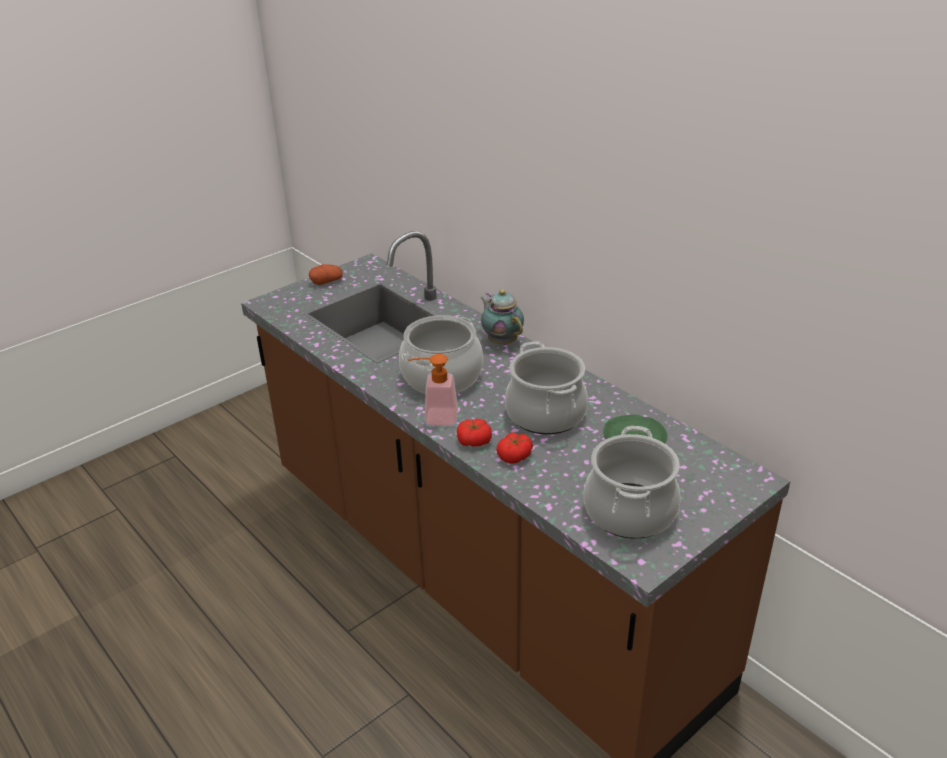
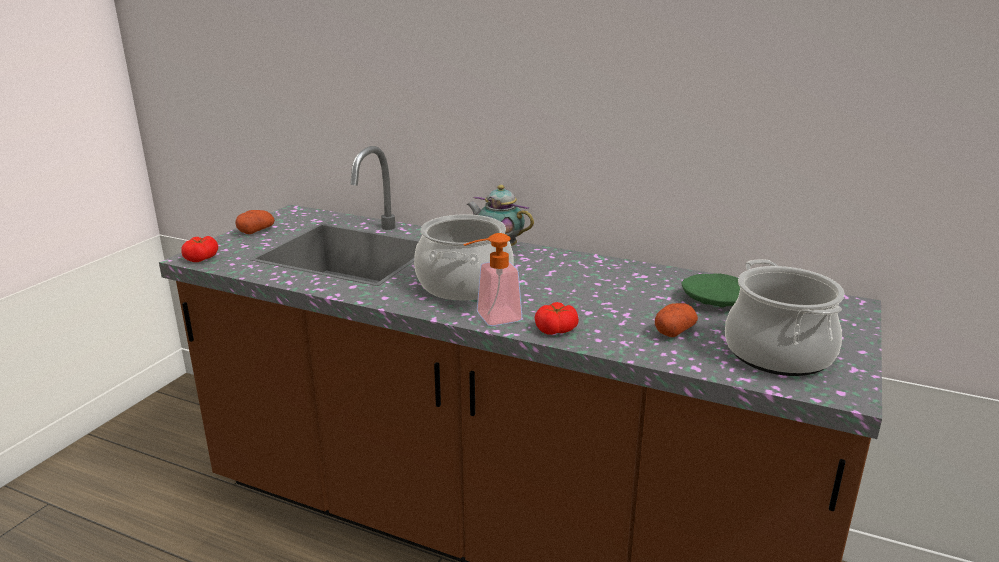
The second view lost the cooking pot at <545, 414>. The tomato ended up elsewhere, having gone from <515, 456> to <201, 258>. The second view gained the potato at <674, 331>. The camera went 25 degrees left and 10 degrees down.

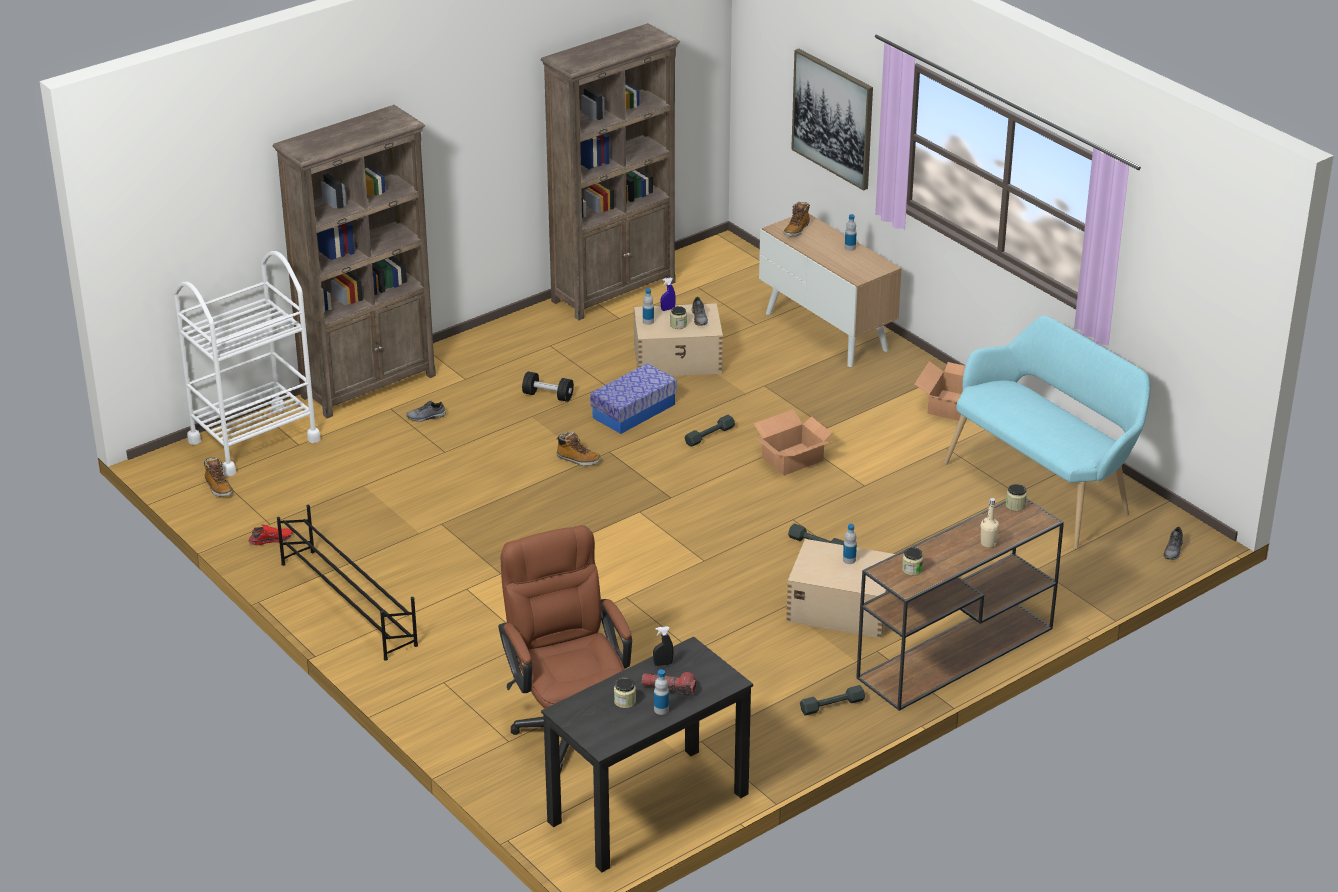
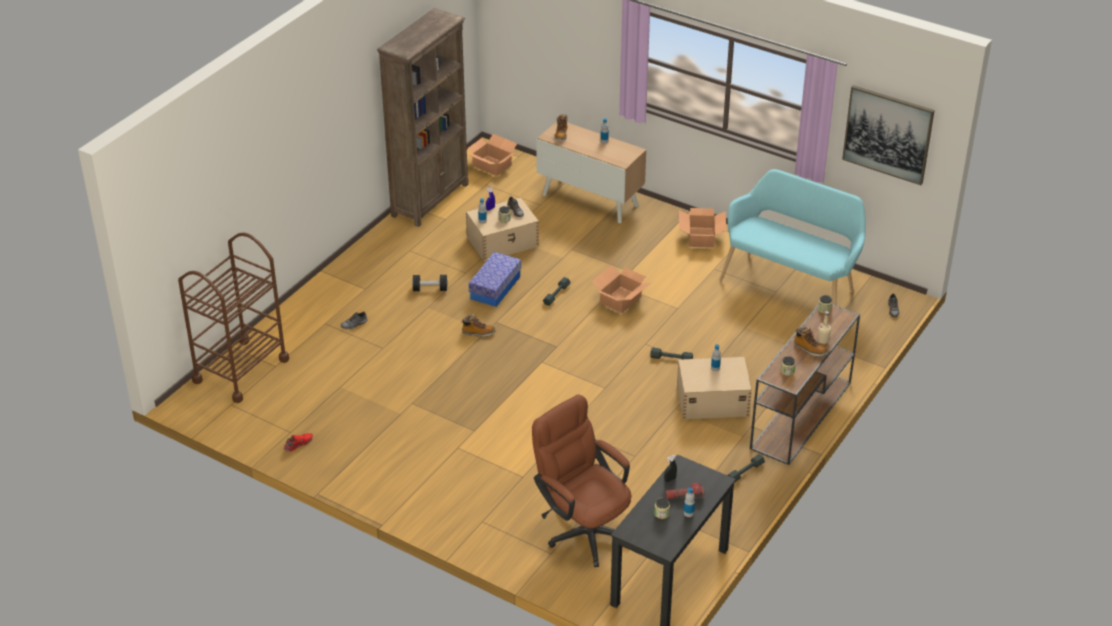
The picture ended up elsewhere, having gone from <833, 118> to <888, 134>. The second view lost the bookcase in brown at <369, 386>. What was the cart in white at <254, 440> turned into the cart in brown at <241, 370>. The boot ended up elsewhere, having gone from <218, 488> to <809, 349>. The second view lost the shoe rack in black at <348, 603>. The second view gained the cardboard box at <492, 165>. The camera went 20 degrees left and 5 degrees up.

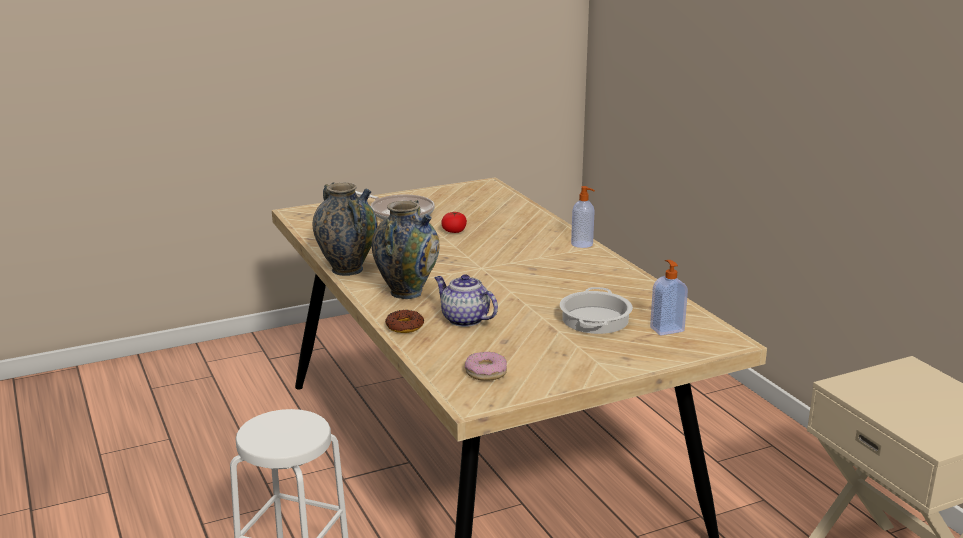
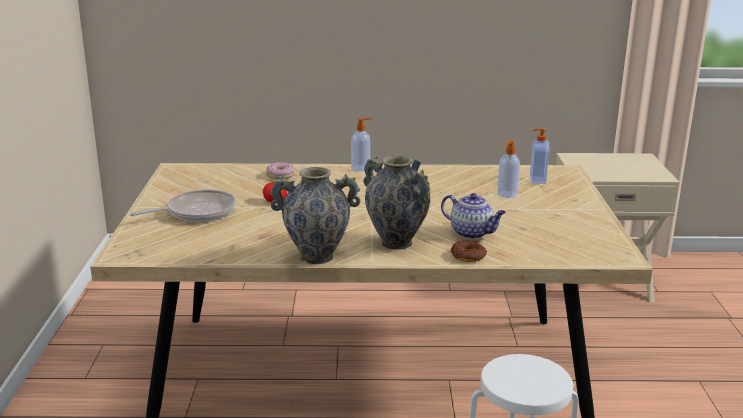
The teapot at <464, 319> ended up facing another way, 120 degrees counterclockwise from before. Where the cooking pot stood at <596, 320>, the soap dispenser came to stand at <506, 194>. The donut ended up elsewhere, having gone from <486, 372> to <280, 175>. The camera went 65 degrees left and 0 degrees up.

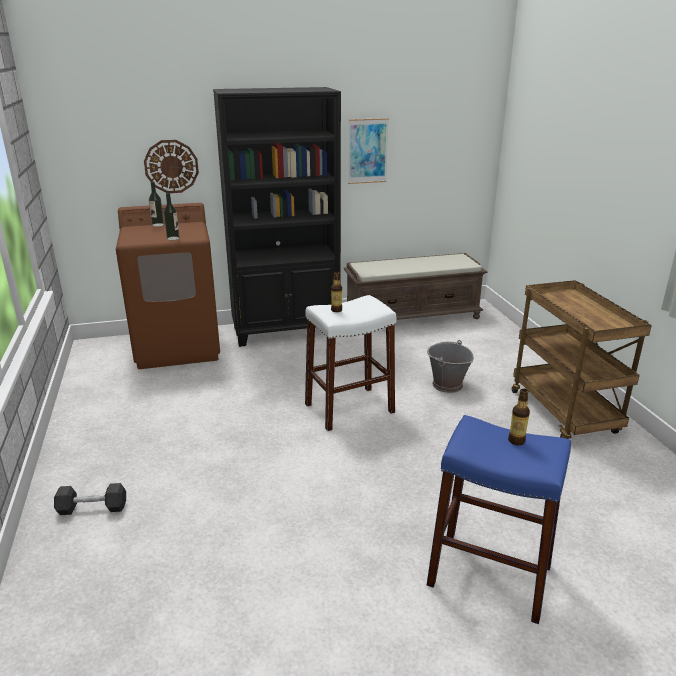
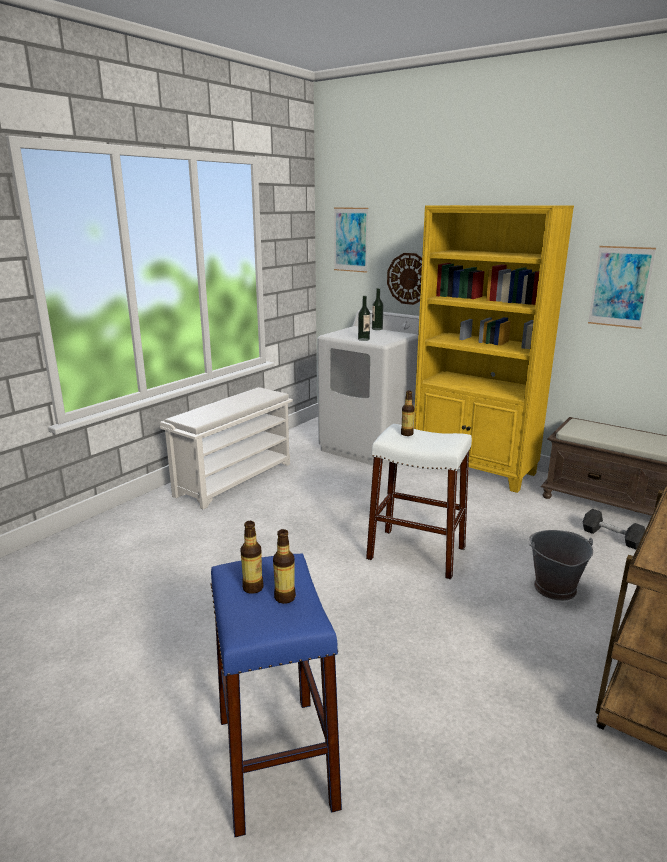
What was the bookcase in black at <286, 331> turned into the bookcase in yellow at <474, 470>. What was the washing machine in brown at <178, 347> turned into the washing machine in white at <371, 447>. The dumbbell in black ended up elsewhere, having gone from <92, 508> to <611, 537>. The second view gained the picture at <351, 239>. The second view gained the shoe rack in white at <234, 479>. The second view gained the bottle at <253, 588>. The camera went 50 degrees right and 5 degrees down.

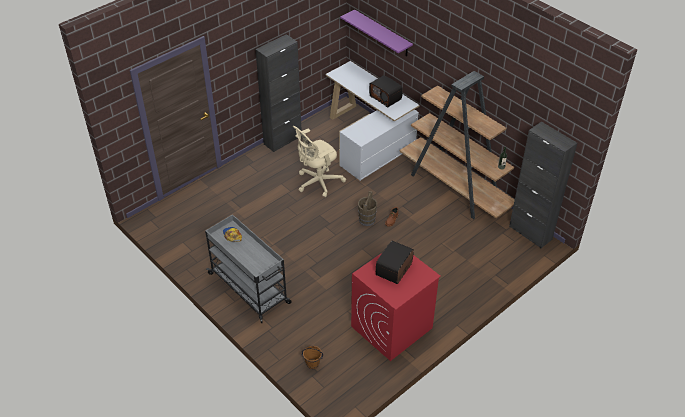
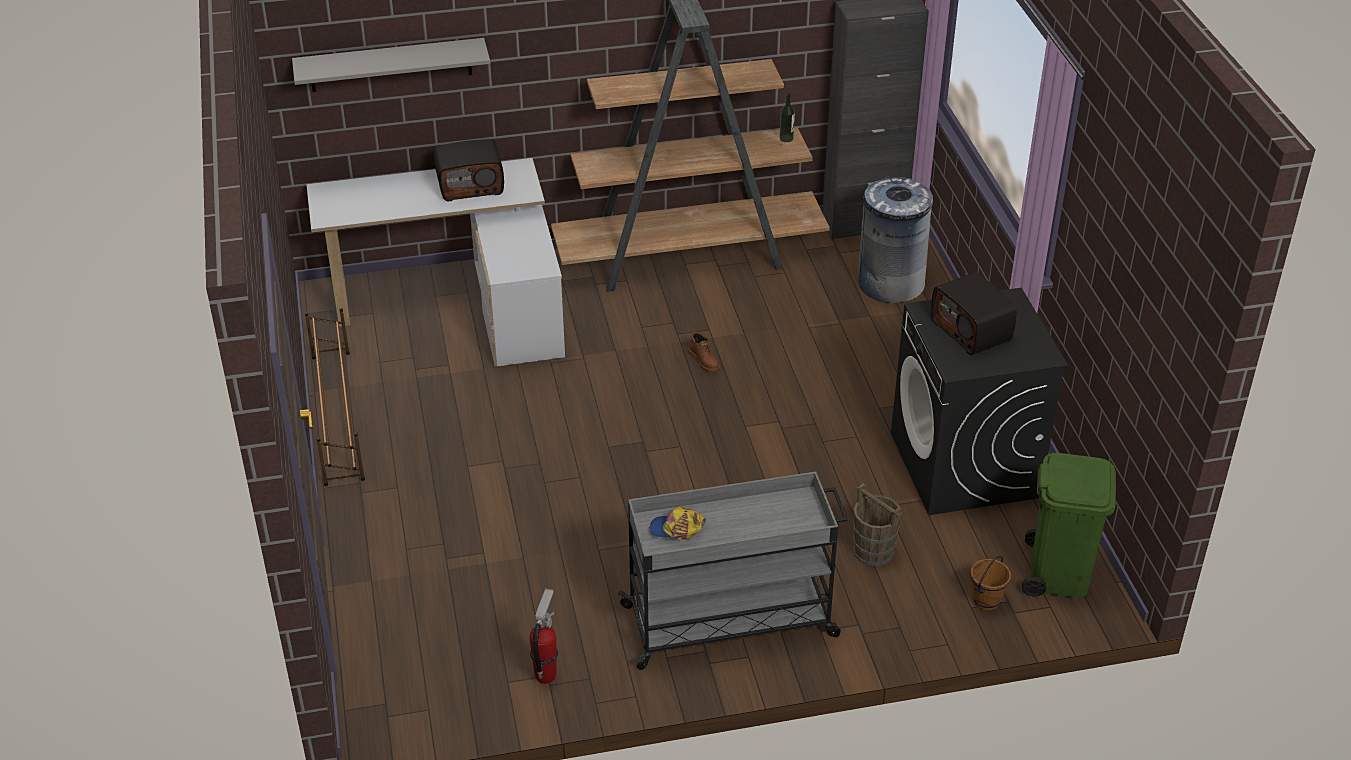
What was the shelf in purple at <382, 33> turned into the shelf in grey at <390, 65>. Where the cabinet in black stood at <282, 140>, the shoe rack in brown came to stand at <338, 415>. The second view lost the office chair in beige at <317, 182>. The bucket in brown ended up elsewhere, having gone from <367, 220> to <873, 551>. What was the washing machine in red at <391, 327> turned into the washing machine in black at <965, 466>. The second view gained the trash can in grey at <890, 284>. The second view gained the trash can in green at <1058, 572>. The second view gained the fire extinguisher at <546, 675>. The camera went 60 degrees left and 5 degrees down.

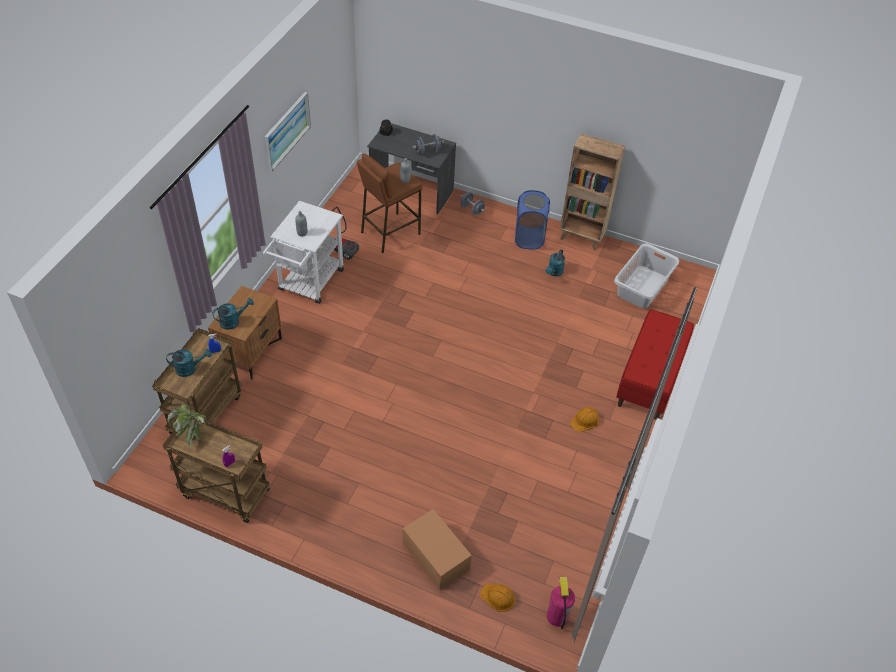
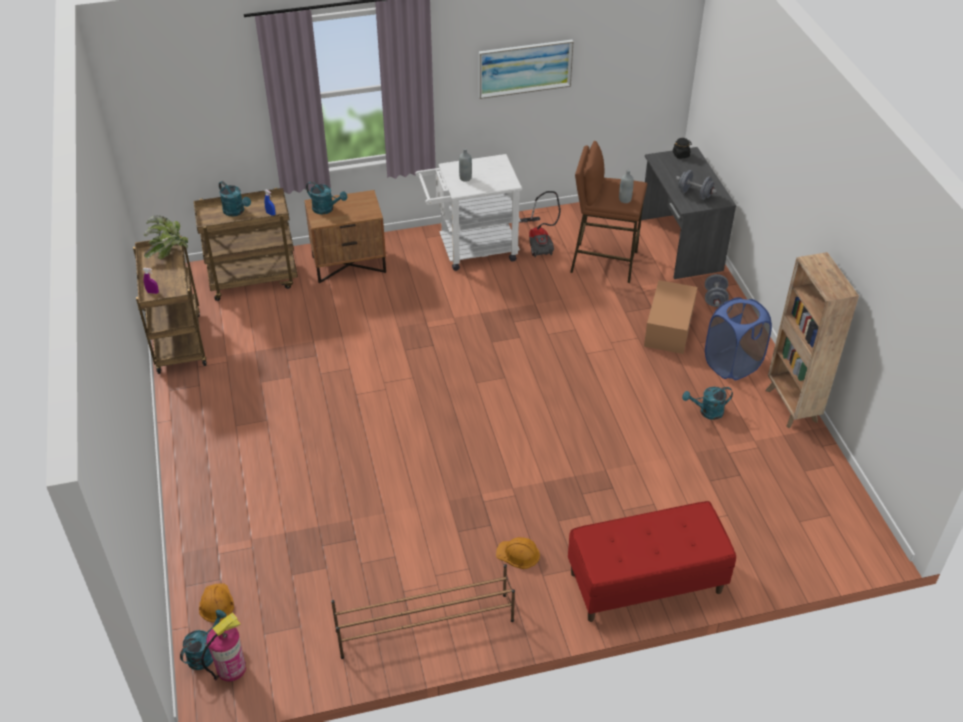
The second view lost the laundry basket in grey at <643, 287>. The cardboard box ended up elsewhere, having gone from <436, 556> to <668, 328>. The second view gained the shoe rack in brown at <424, 625>. The second view gained the watering can in turquoise at <205, 653>. The camera went 55 degrees right and 5 degrees down.

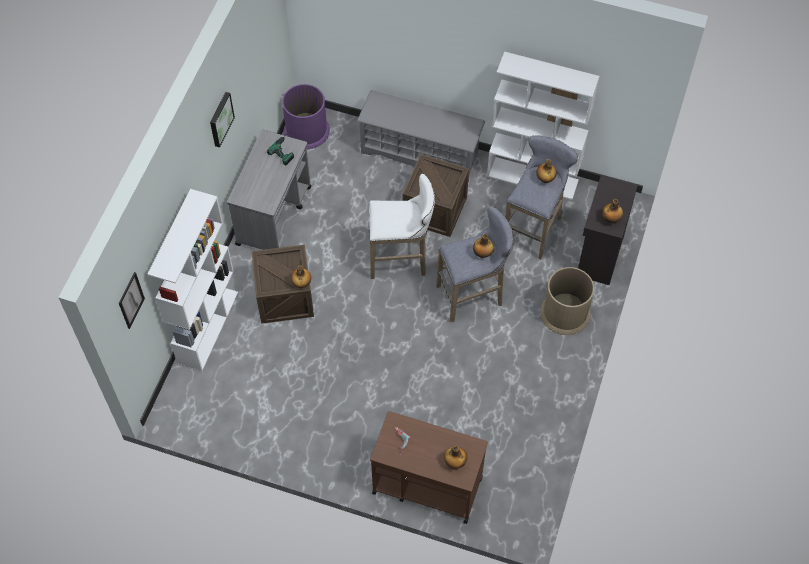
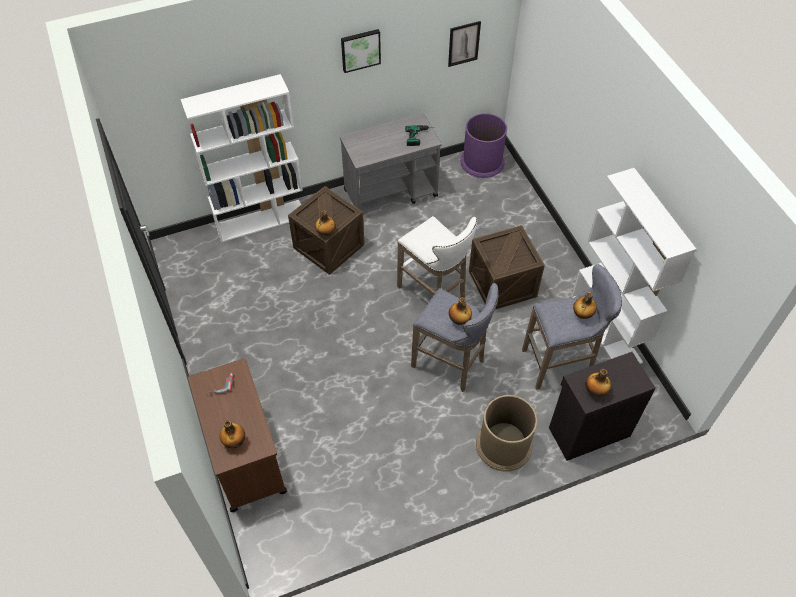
The second view lost the shoe rack in grey at <420, 152>. The picture ended up elsewhere, having gone from <131, 300> to <464, 43>. The camera went 50 degrees right and 5 degrees down.

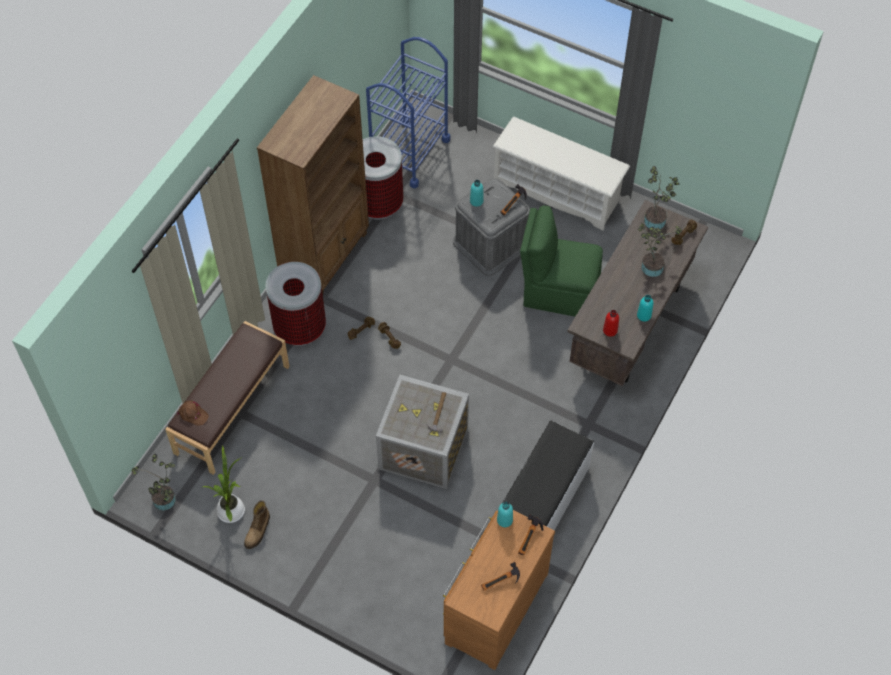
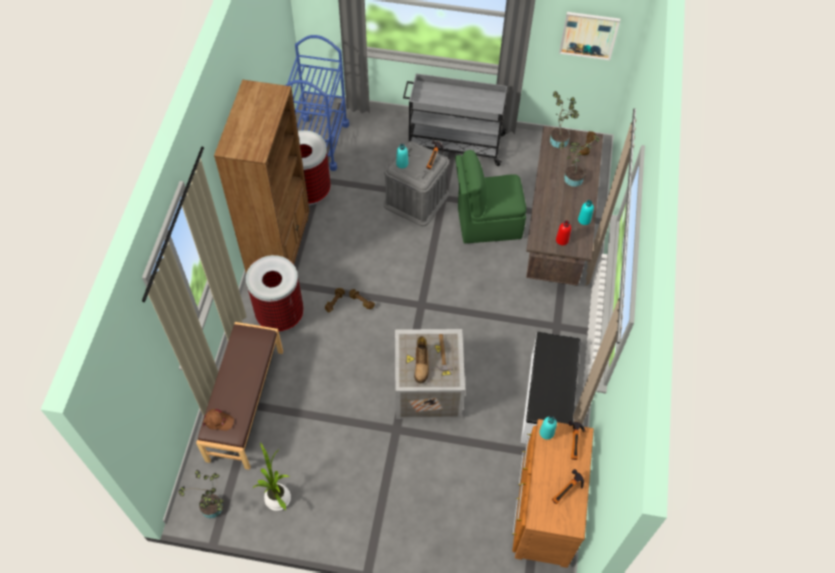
Where the shoe rack in white stood at <557, 192>, the cart in grey came to stand at <453, 143>. The boot ended up elsewhere, having gone from <258, 531> to <421, 365>. The second view gained the picture at <589, 35>. The camera went 20 degrees left and 0 degrees up.

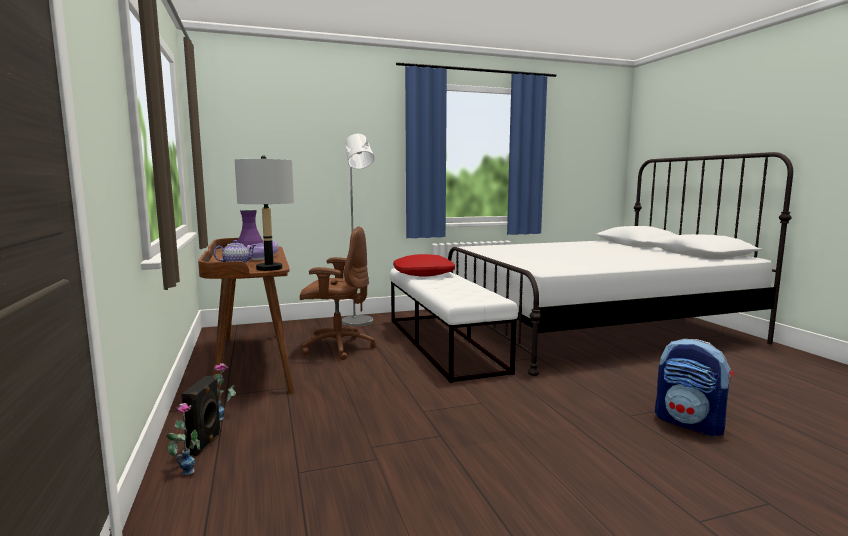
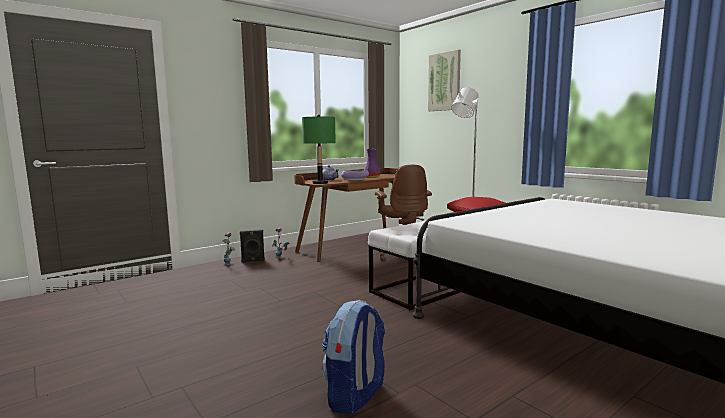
What was the table lamp in grey at <269, 268> turned into the table lamp in green at <320, 183>. The second view gained the picture at <444, 82>. The camera went 70 degrees right and 0 degrees up.

